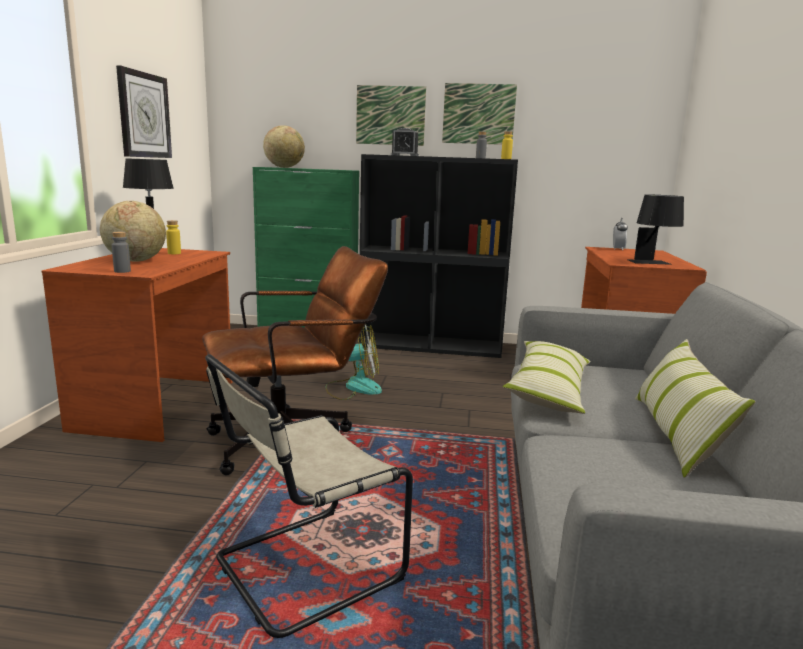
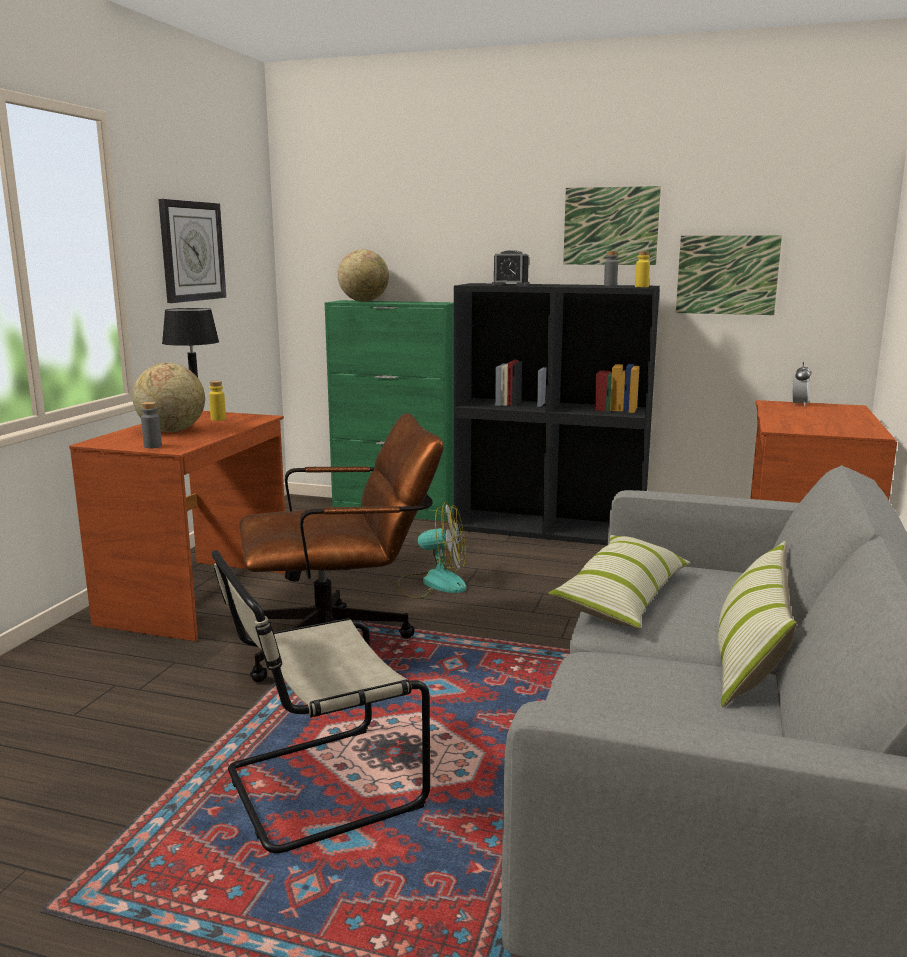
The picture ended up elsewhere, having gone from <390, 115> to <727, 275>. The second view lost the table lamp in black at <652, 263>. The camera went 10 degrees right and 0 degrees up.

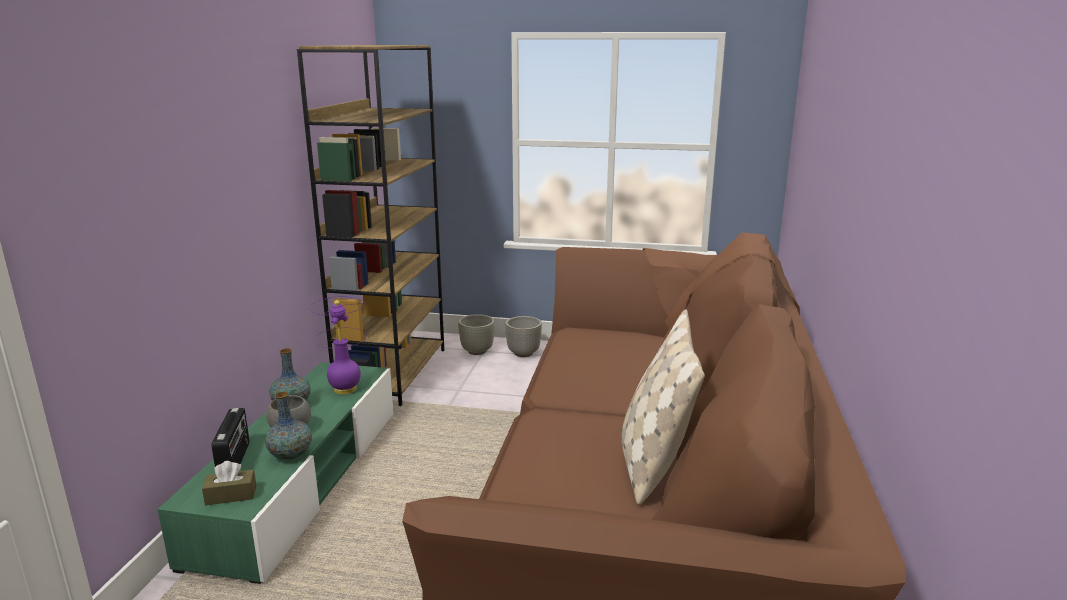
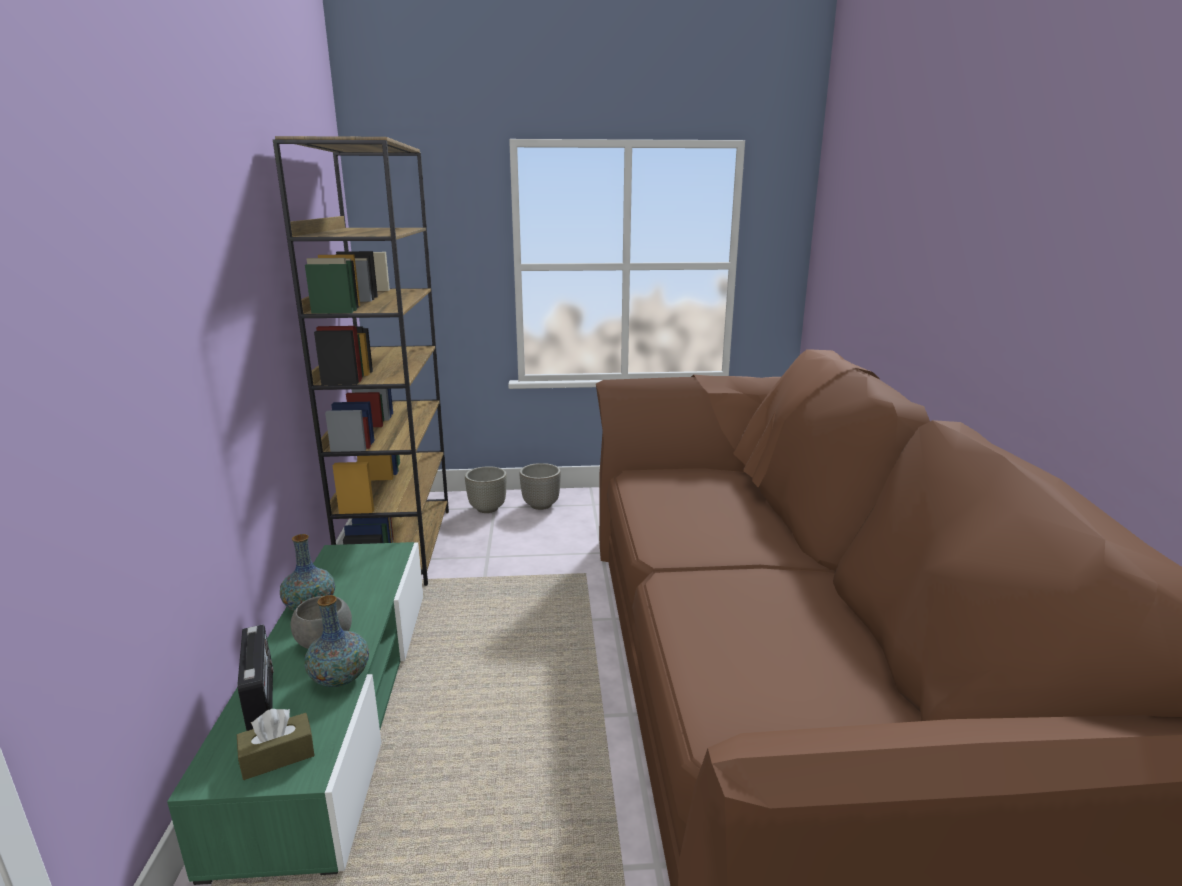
The second view lost the table lamp in purple at <345, 389>. The second view lost the pillow in beige at <654, 461>. The camera went 15 degrees left and 0 degrees up.

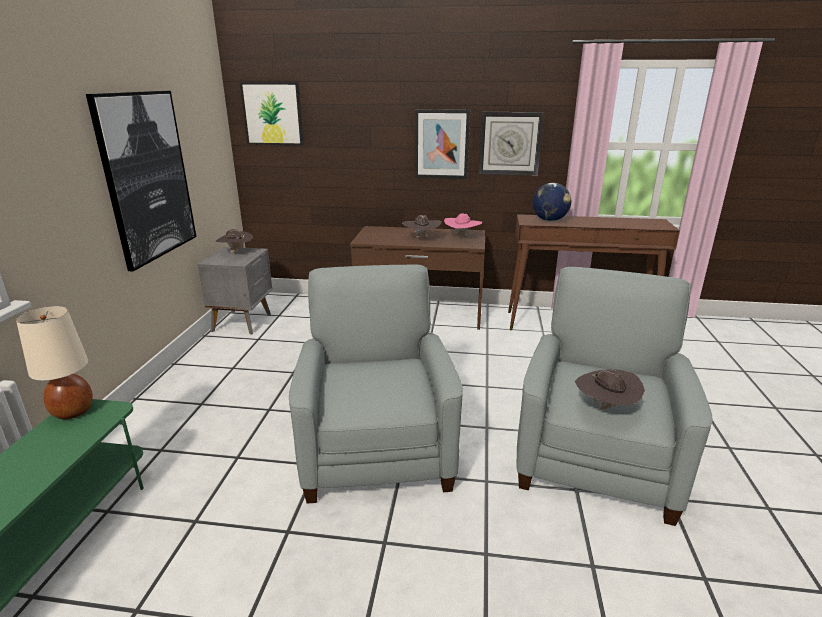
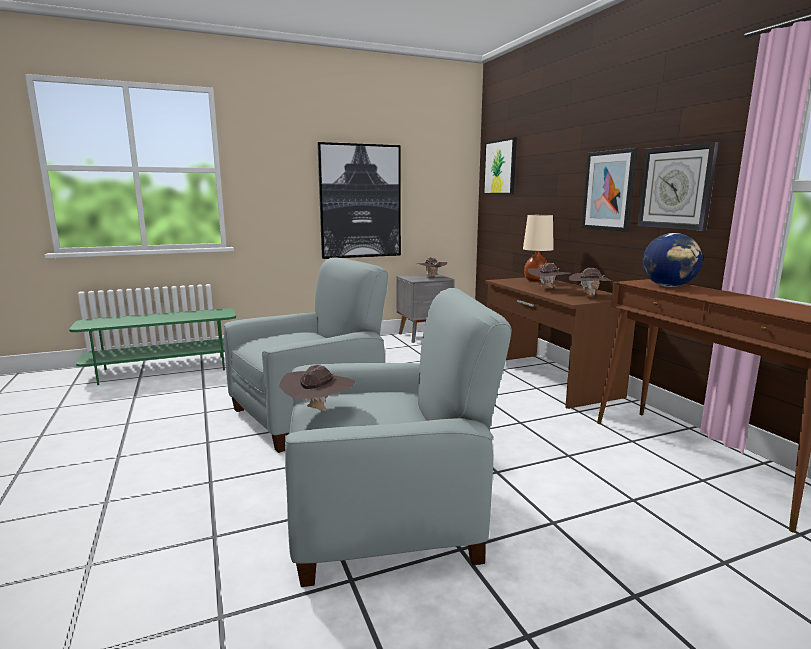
What was the hat in pink at <462, 237> turned into the hat in brown at <589, 296>. The table lamp in beige ended up elsewhere, having gone from <73, 412> to <535, 280>. The camera went 60 degrees right and 10 degrees down.

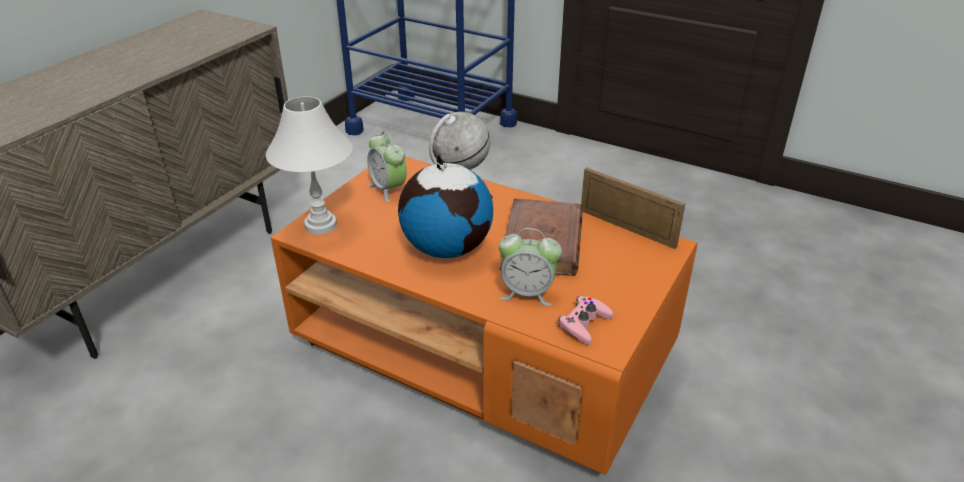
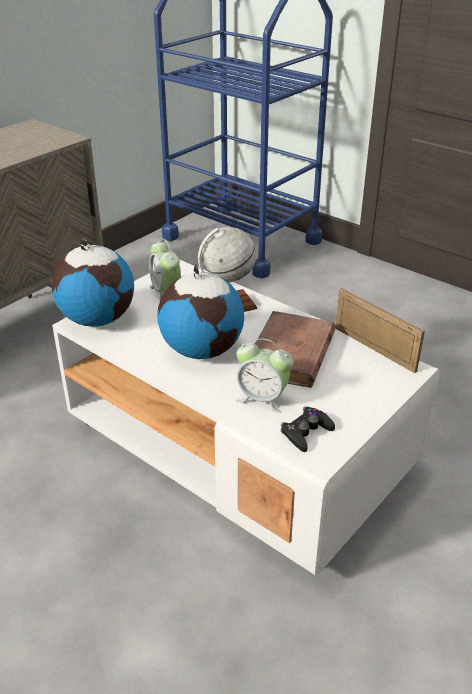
Where the table lamp in white stood at <320, 226>, the globe came to stand at <97, 319>. What was the coffee table in orange at <484, 349> turned into the coffee table in white at <238, 447>. What was the game controller in pink at <584, 324> turned into the game controller in black at <306, 433>. The camera went 10 degrees right and 0 degrees up.

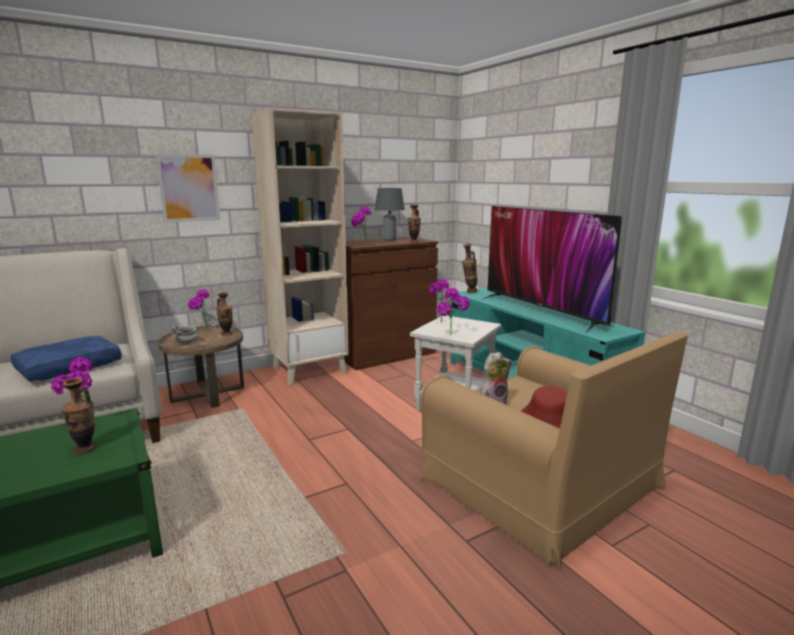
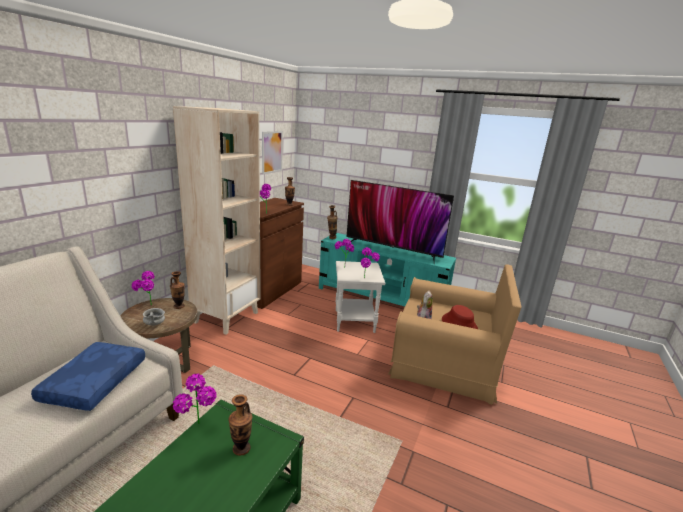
The picture ended up elsewhere, having gone from <189, 188> to <272, 152>. The second view lost the table lamp in grey at <389, 240>. The camera went 35 degrees left and 5 degrees up.

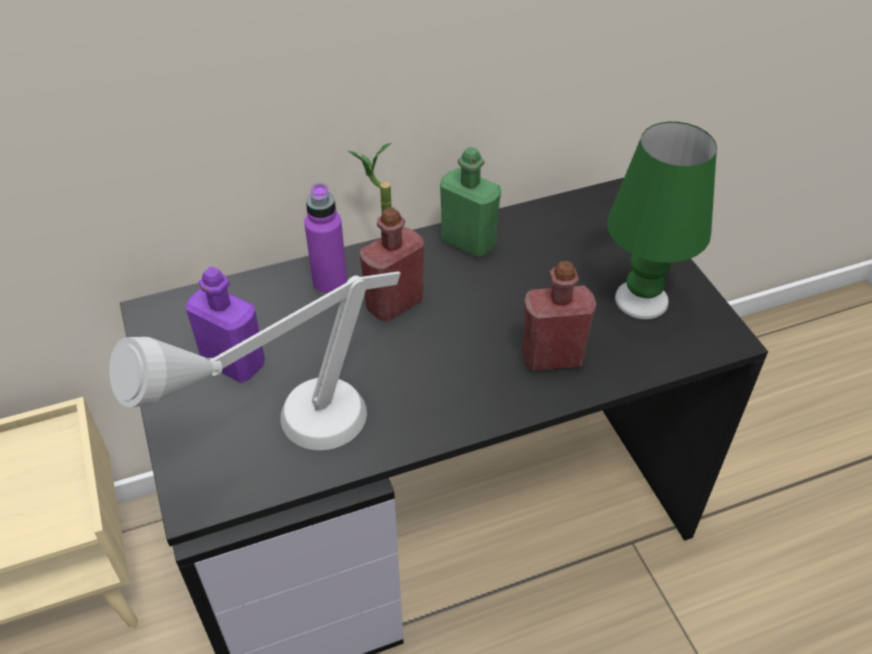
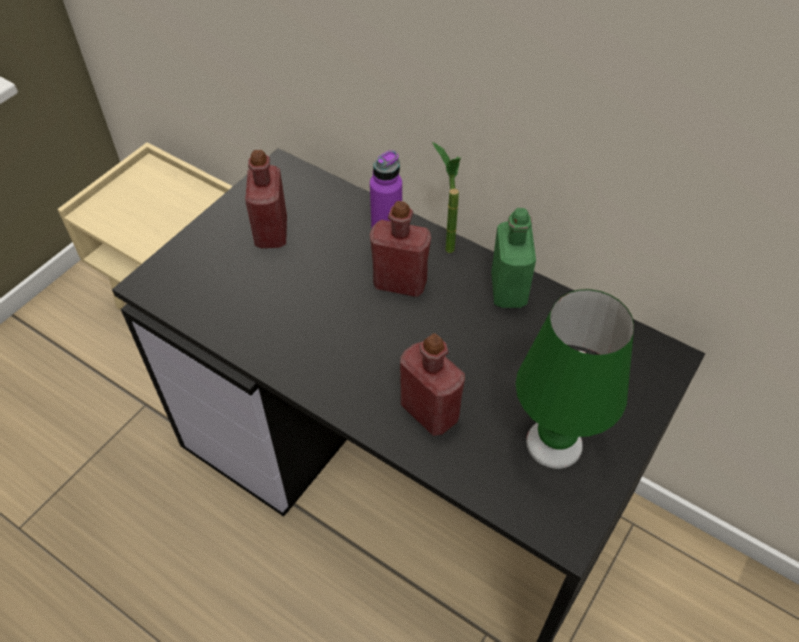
What was the bottle in purple at <234, 363> turned into the bottle in red at <271, 232>. The second view lost the table lamp in grey at <284, 437>. The camera went 55 degrees right and 5 degrees up.

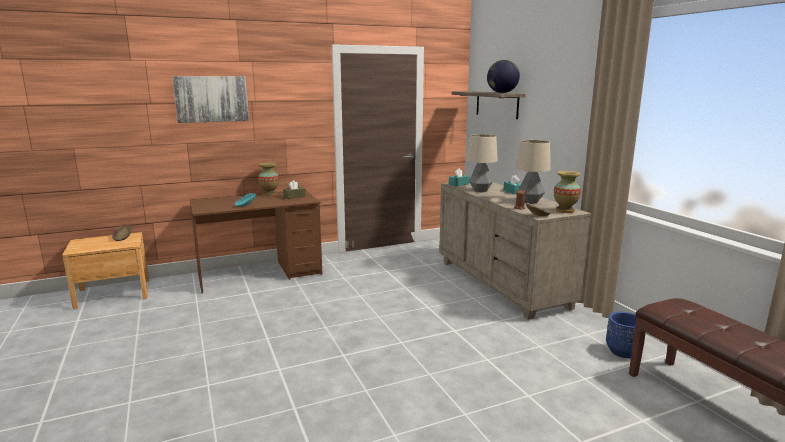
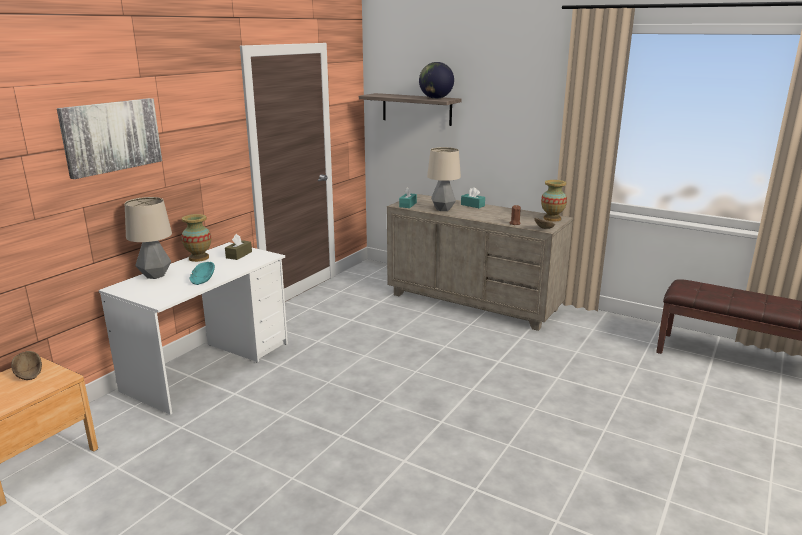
The table lamp ended up elsewhere, having gone from <530, 202> to <155, 275>. What was the desk in brown at <260, 274> turned into the desk in white at <209, 366>. The second view lost the planter in blue at <623, 352>. The camera went 35 degrees left and 5 degrees up.

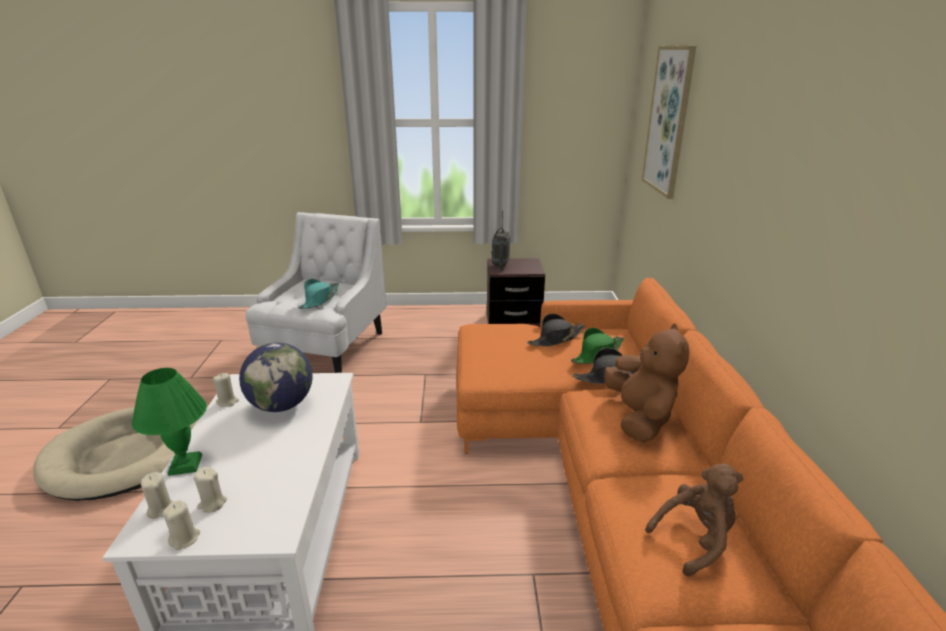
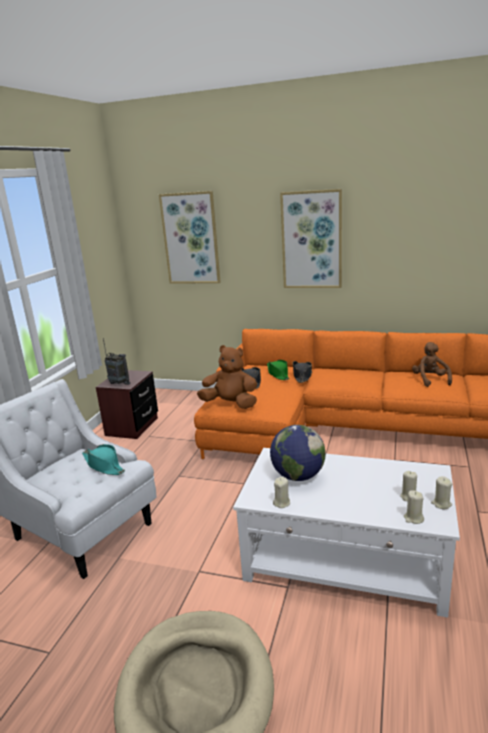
The plush toy in brown ended up elsewhere, having gone from <639, 418> to <230, 404>. The second view lost the table lamp in green at <186, 464>. The second view gained the picture at <311, 240>. The camera went 70 degrees left and 5 degrees down.

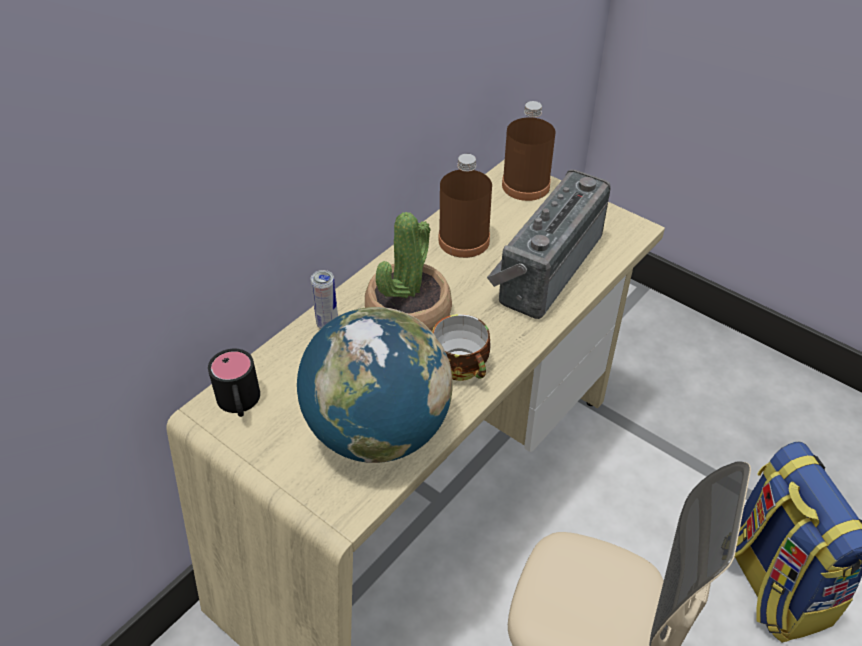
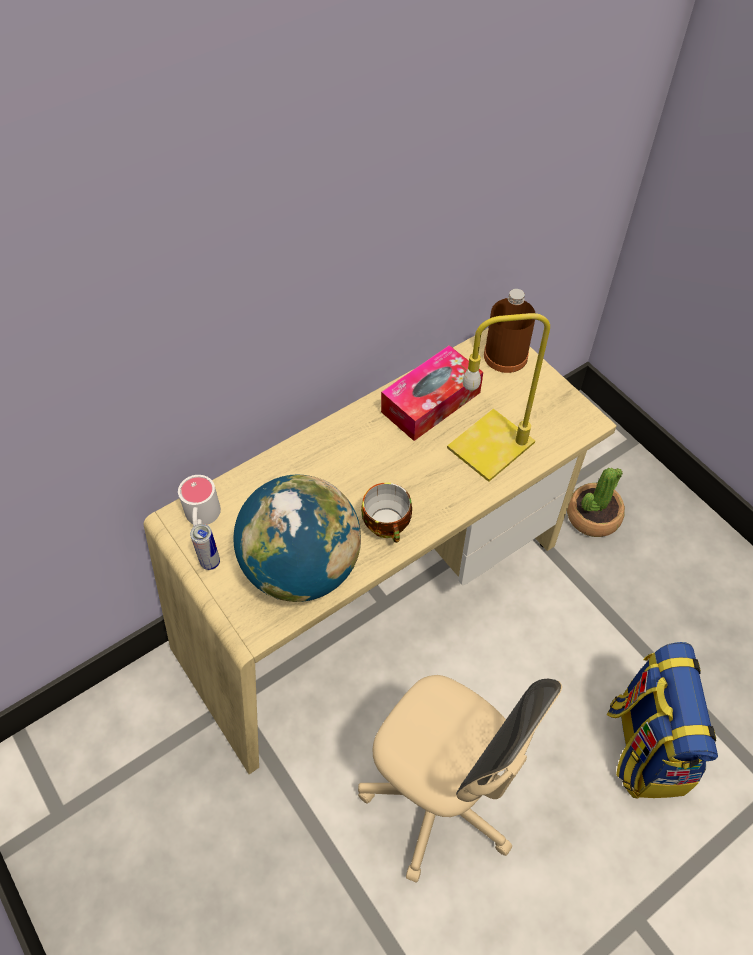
Where the bottle in brown stood at <464, 240>, the tissue box came to stand at <431, 402>. Where the radio stood at <544, 267>, the table lamp in yellow came to stand at <491, 443>. The potted plant ended up elsewhere, having gone from <408, 314> to <593, 516>. The can ended up elsewhere, having gone from <327, 324> to <210, 562>. What was the mug in black at <239, 404> turned into the mug in white at <201, 518>. The camera went 15 degrees right and 10 degrees up.

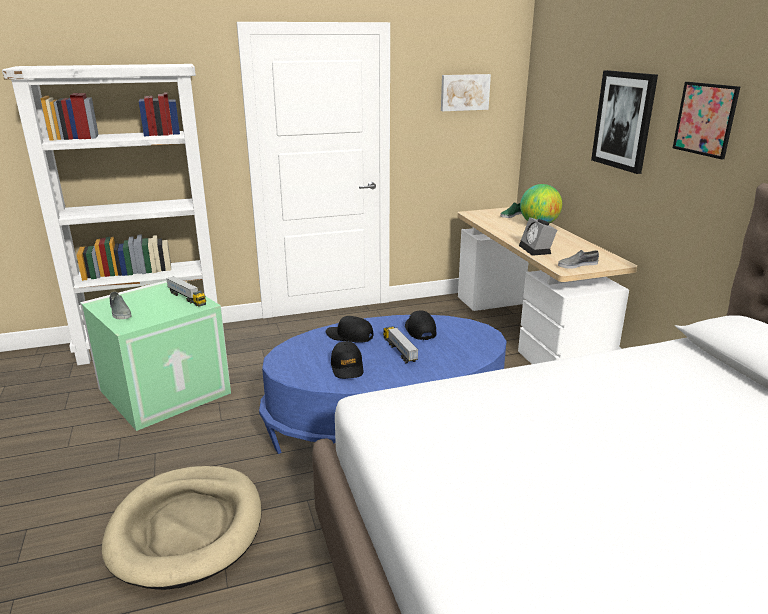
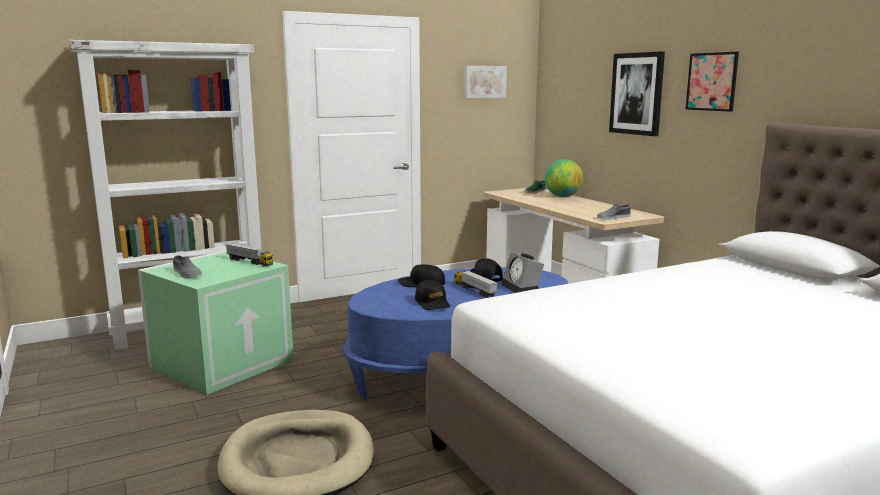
The alarm clock ended up elsewhere, having gone from <537, 250> to <522, 288>. The camera went 10 degrees left and 10 degrees down.

